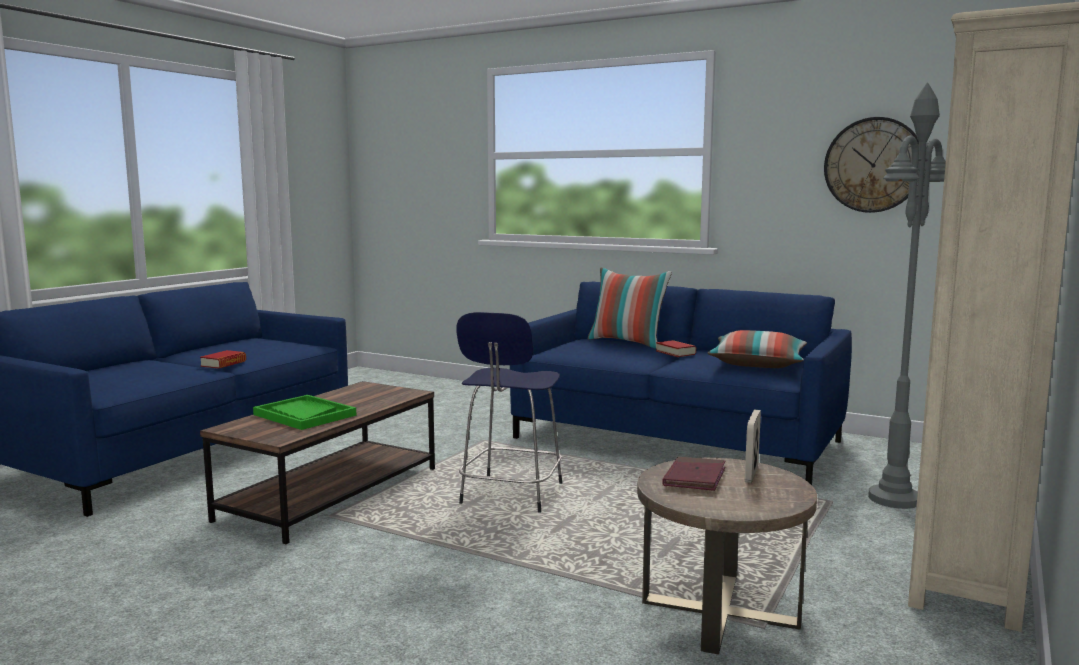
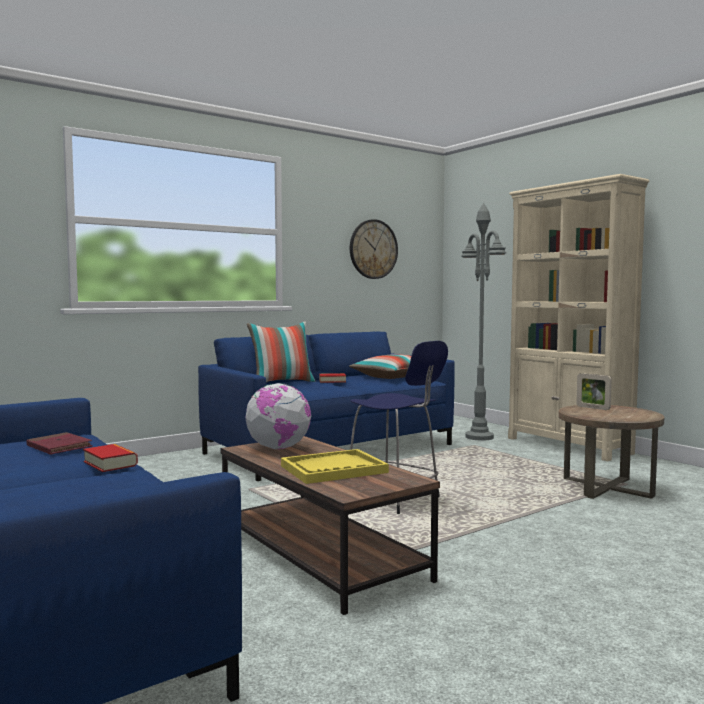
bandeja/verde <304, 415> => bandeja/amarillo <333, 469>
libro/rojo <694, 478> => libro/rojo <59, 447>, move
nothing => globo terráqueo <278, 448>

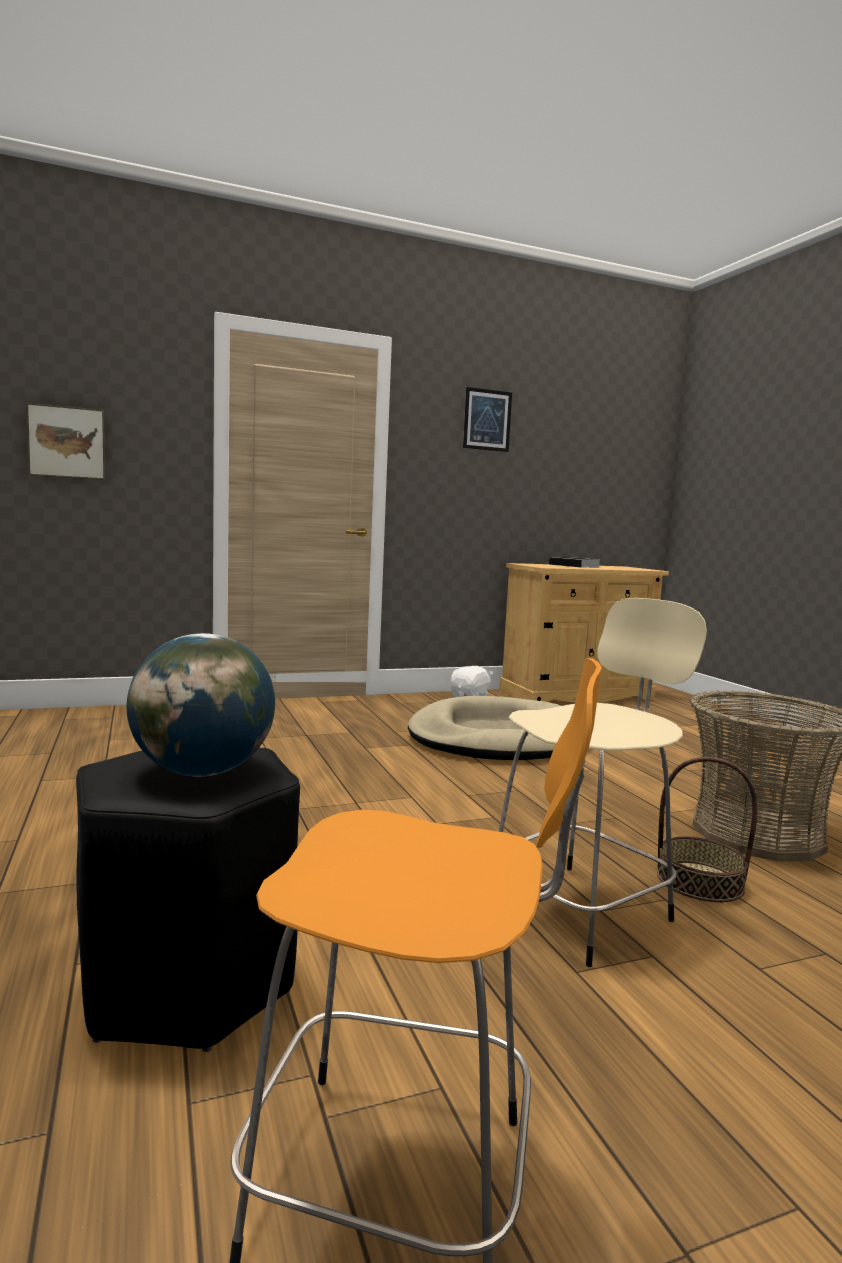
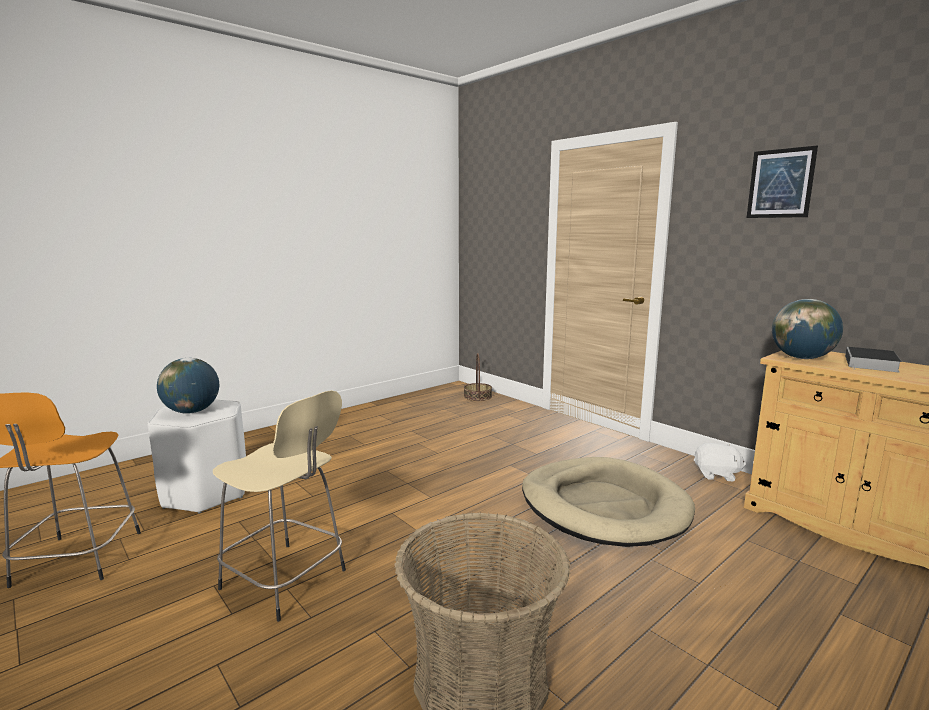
cuadro <67, 442> => nothing
taburete/negro <187, 983> => taburete/blanco <206, 493>
cesta <699, 881> => cesta <477, 396>, move
nothing => globo terráqueo <801, 358>

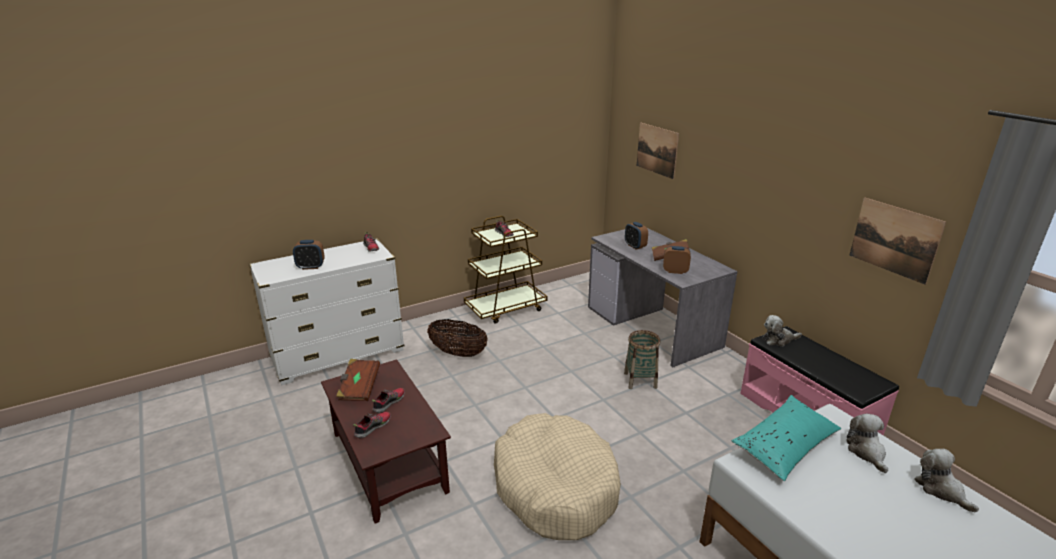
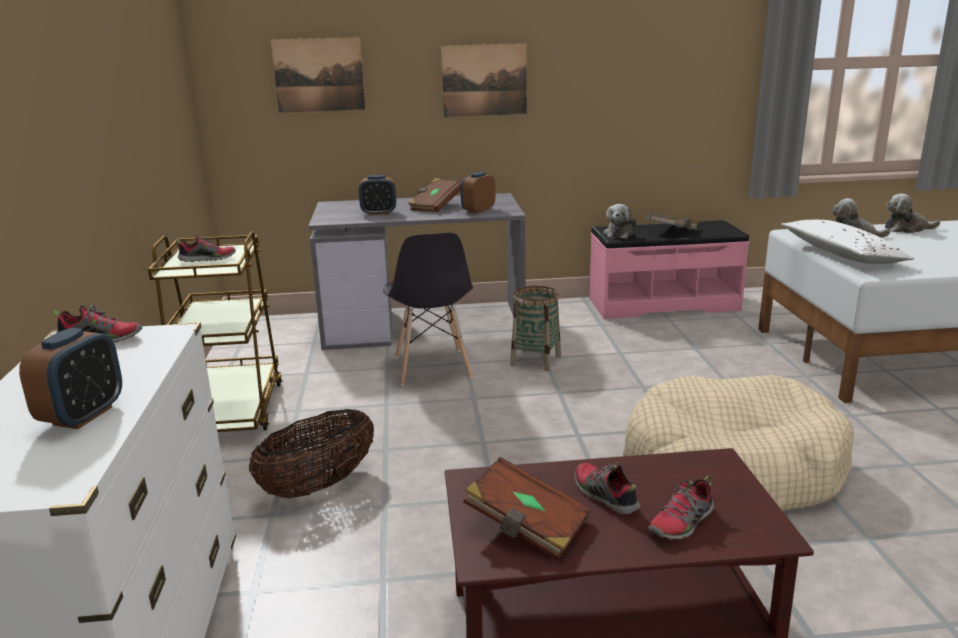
zapato <373, 427> => zapato <682, 523>, 105 degrees counterclockwise
cojín/turquesa <785, 445> => cojín/blanco <841, 255>
cuadro <894, 239> => cuadro <484, 80>, move
nothing => silla/gris <432, 368>
nothing => libro/gris <673, 232>

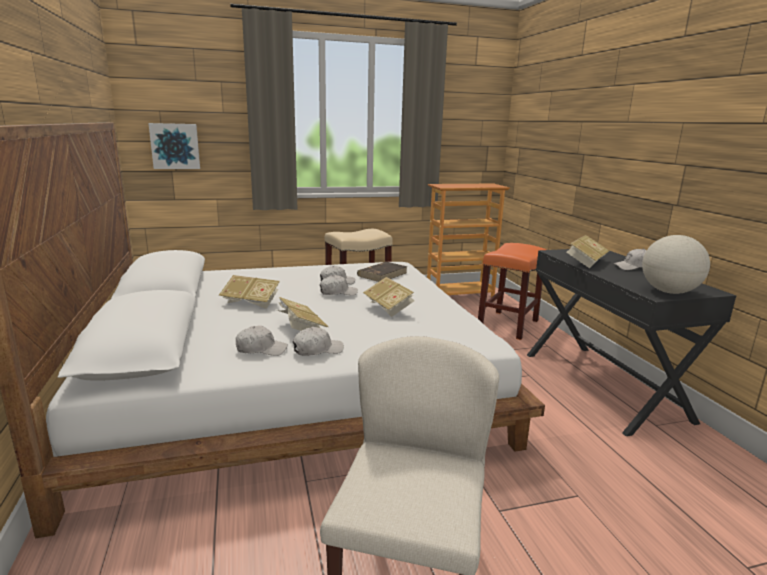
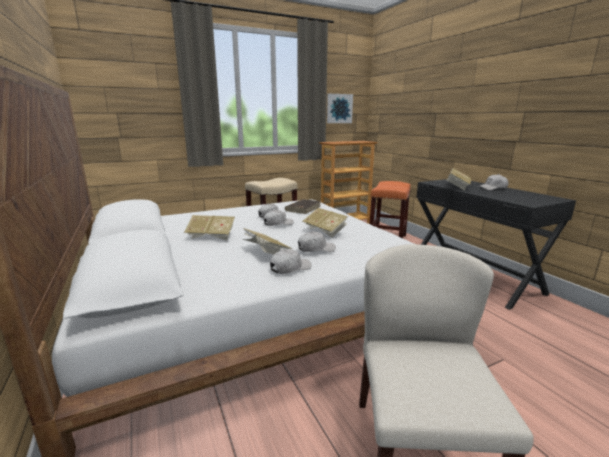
cuadro <175, 146> => cuadro <339, 108>, move
gorra/blanco <261, 349> => gorra/blanco <316, 249>, move
globo terráqueo <669, 292> => nothing

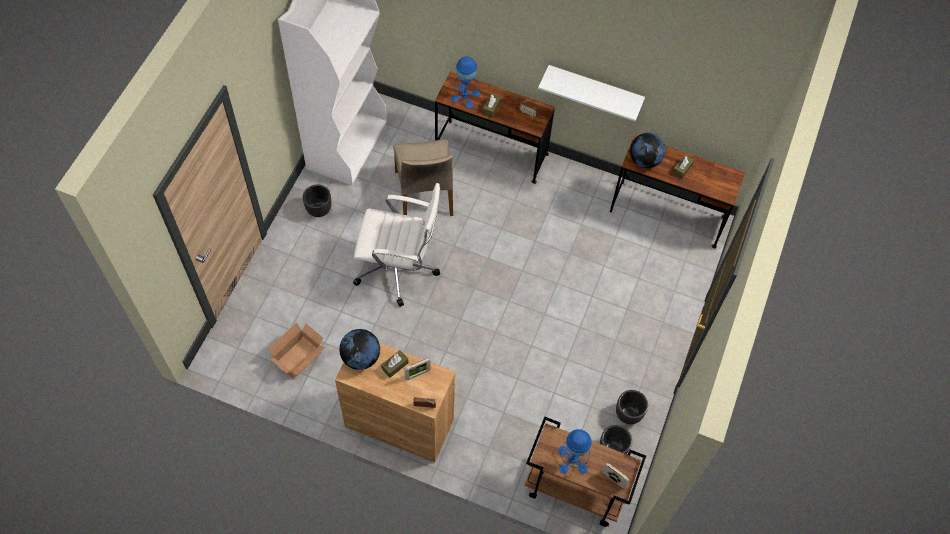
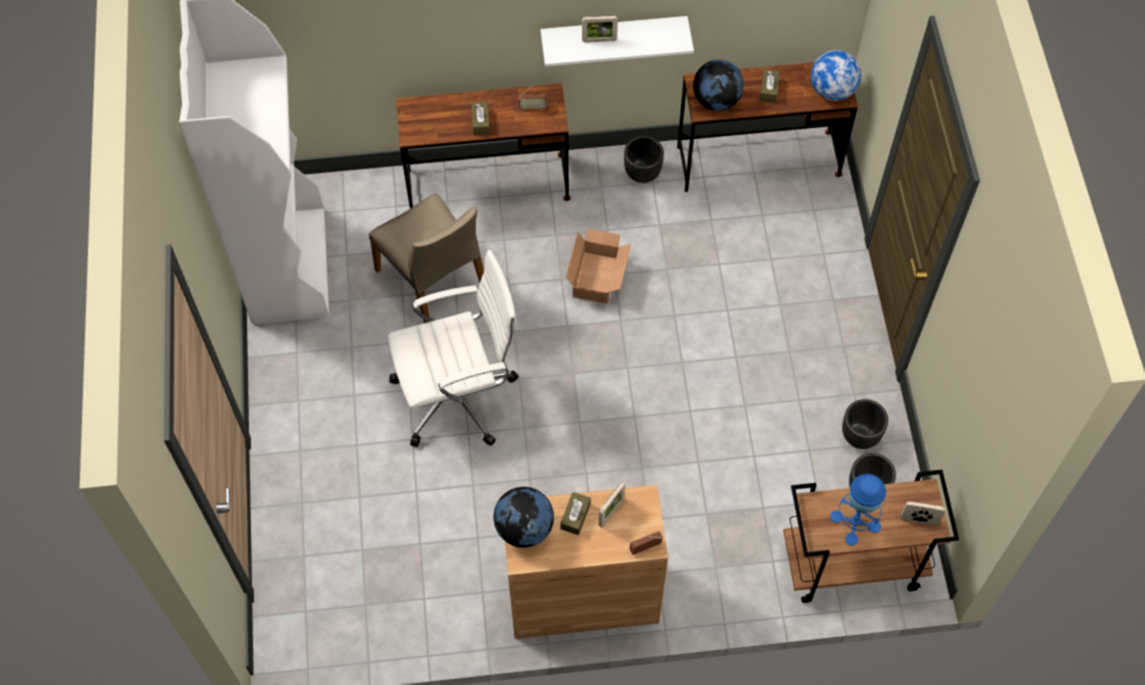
caja de cartón <300, 358> => caja de cartón <598, 277>, move
maceta/negro <318, 210> => maceta/negro <642, 173>, move
lámpara de mesa/azul <465, 96> => nothing
nothing => portarretratos <599, 40>
nothing => globo terráqueo <832, 90>

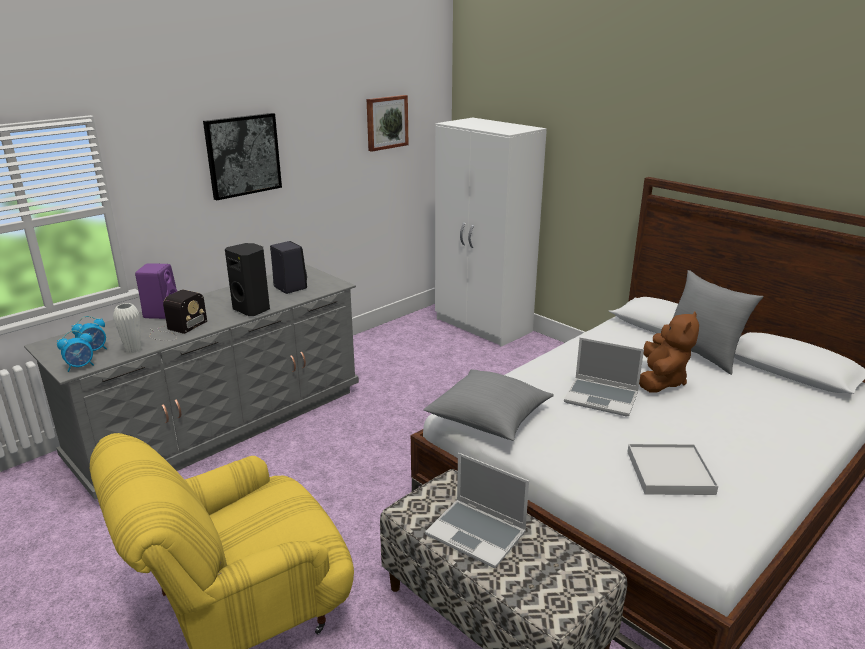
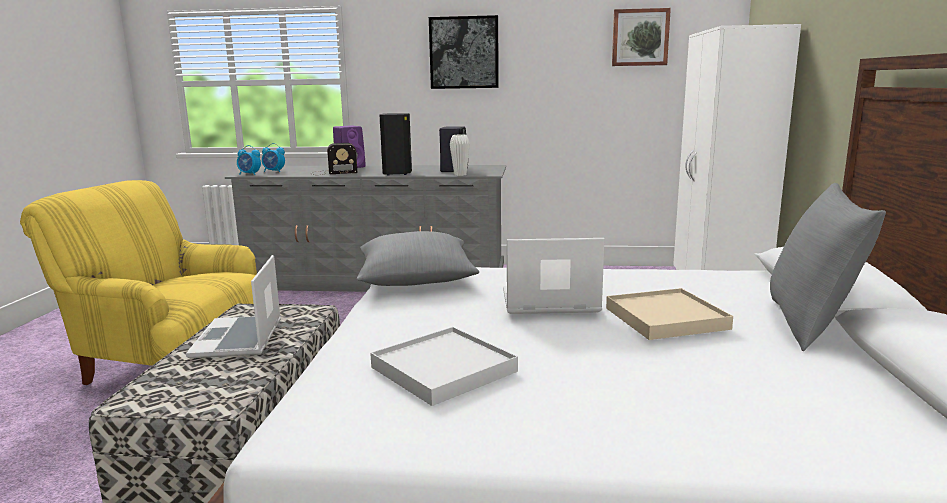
florero/blanco <133, 349> => florero/blanco <460, 174>, move
portátil <602, 398> => portátil <548, 302>, 105 degrees clockwise
peluche/marrón <661, 381> => bandeja/beis <665, 318>

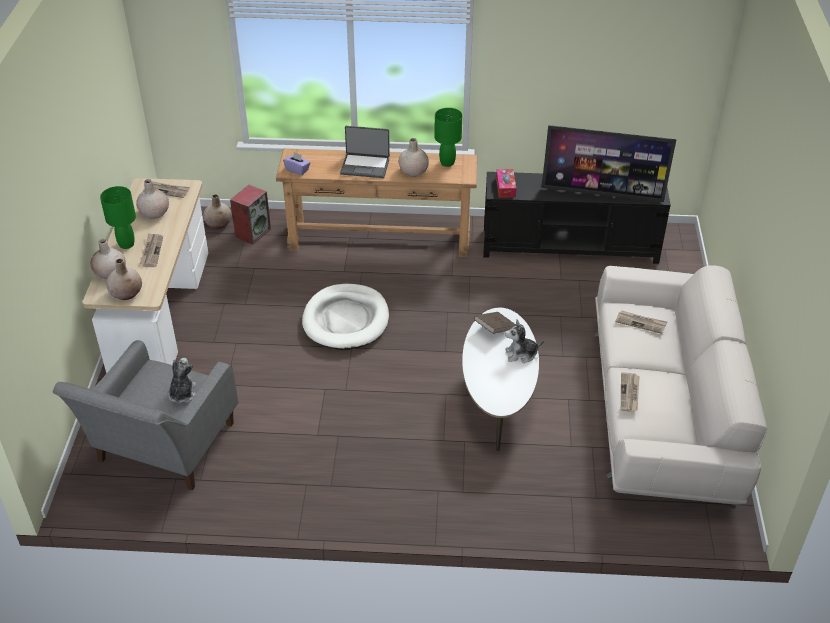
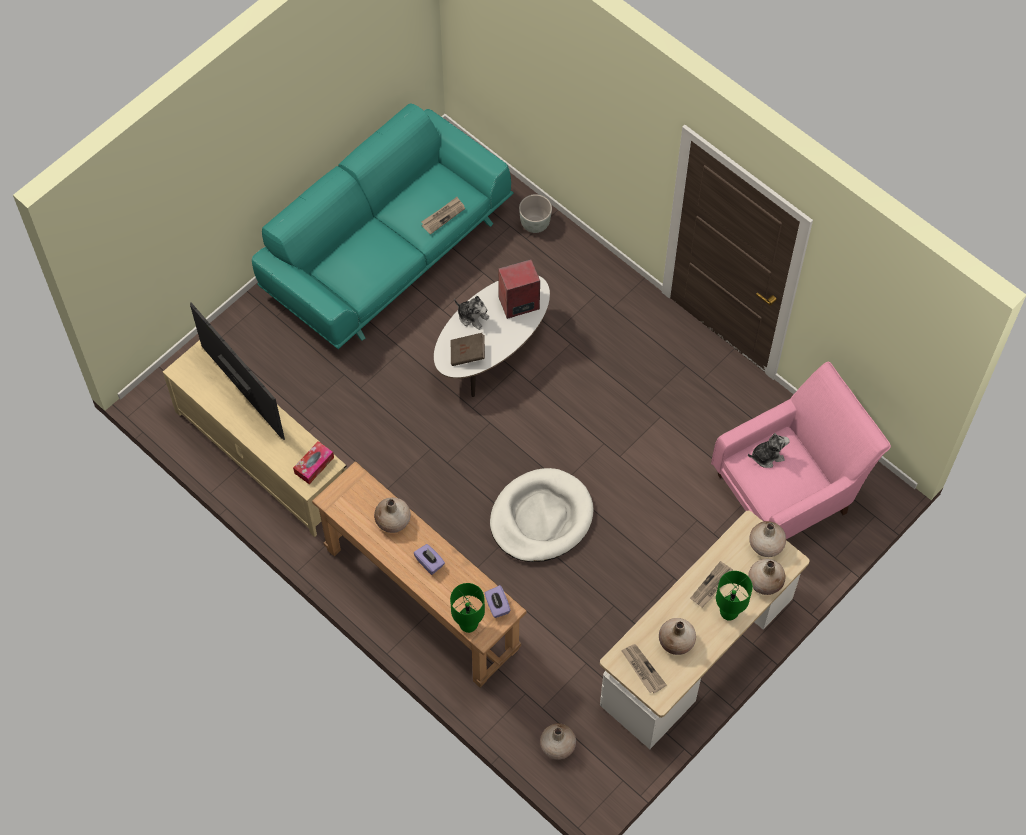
sillón/gris <163, 450> => sillón/rosa <790, 488>
peluche <182, 394> => peluche <767, 456>, 150 degrees counterclockwise
altavoz <253, 232> => altavoz <518, 304>, move
portátil <365, 166> => caja de pañuelos/morado <429, 563>
lámpara de mesa/verde <447, 162> => lámpara de mesa/verde <468, 625>, move
mueble de televisión/negro <570, 246> => mueble de televisión/beis <262, 456>
sofá/blanco <663, 411> => sofá/turquesa <386, 250>
periódico <641, 323> => nothing
nothing => maceta/gris <535, 223>

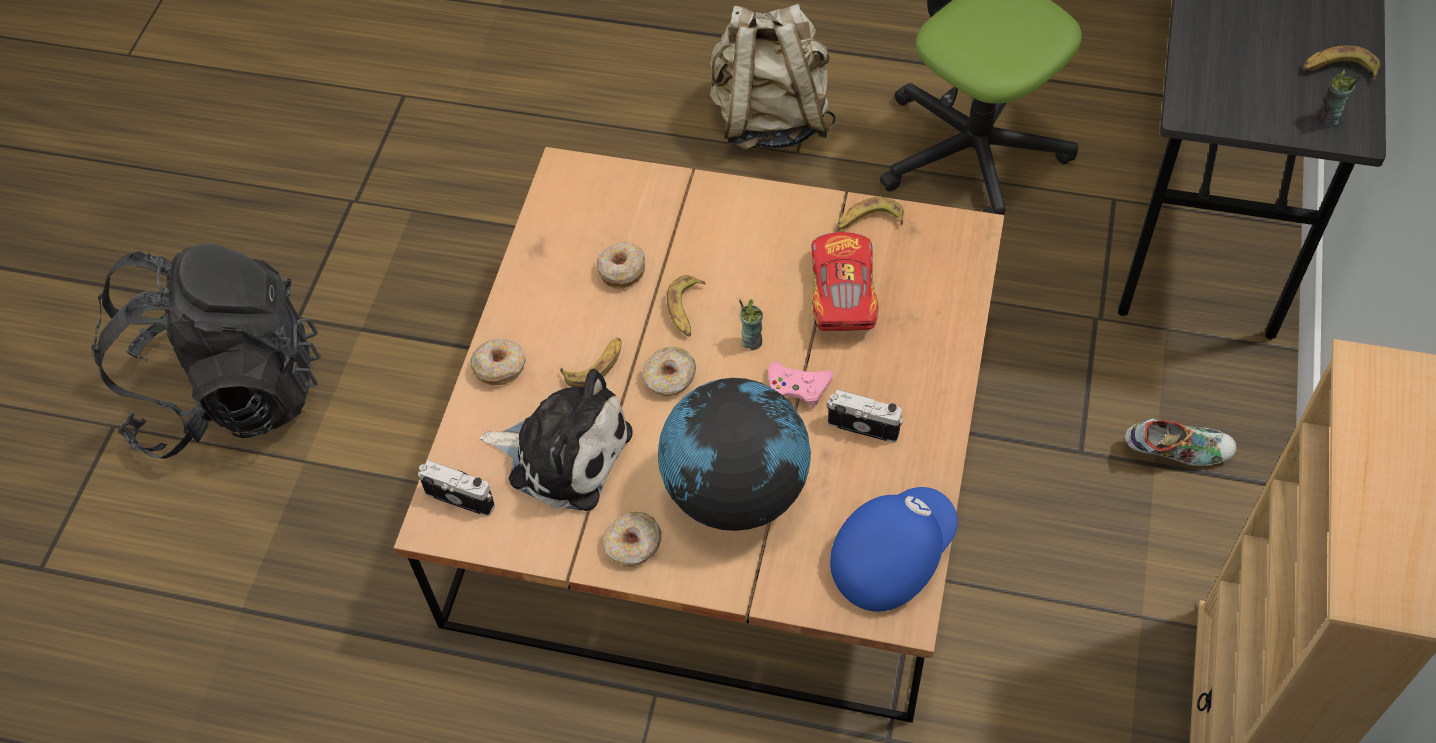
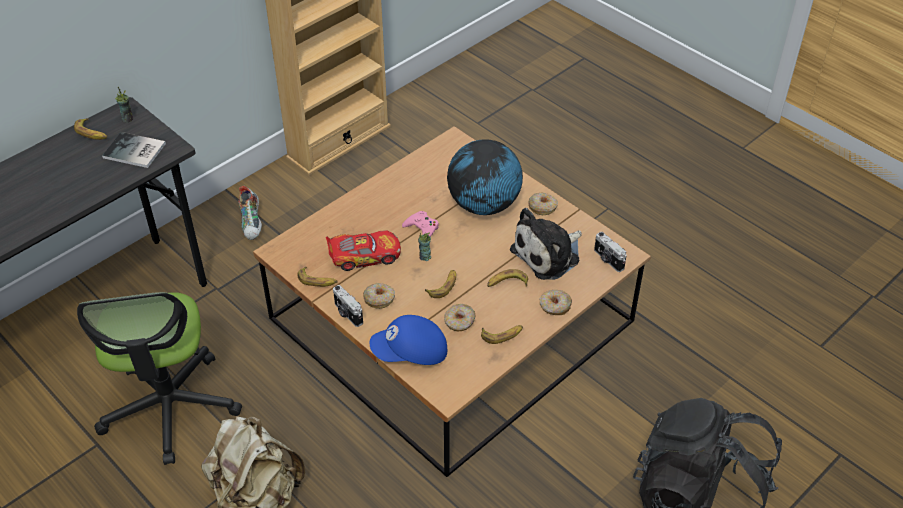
peluche <563, 453> => peluche <549, 254>, 90 degrees counterclockwise
rosquilla <670, 378> => rosquilla <379, 299>, move
coche de juguete <842, 294> => coche de juguete <364, 255>, 135 degrees counterclockwise
cámara <864, 425> => cámara <347, 314>, move
gorra/azul <890, 556> => gorra/azul <411, 353>, move
zapato <1177, 452> => zapato <252, 223>, 135 degrees counterclockwise
nothing => libro <135, 152>
nothing => plátano <502, 335>

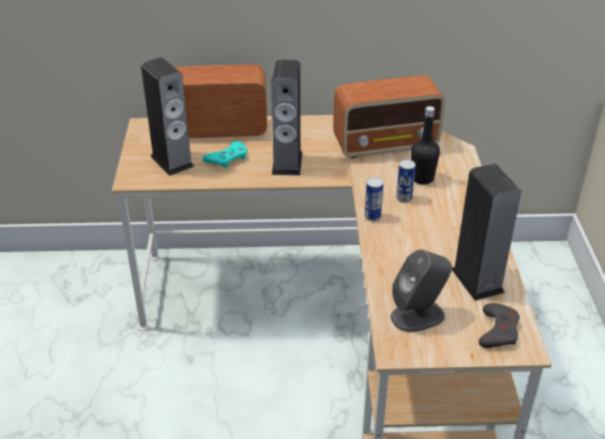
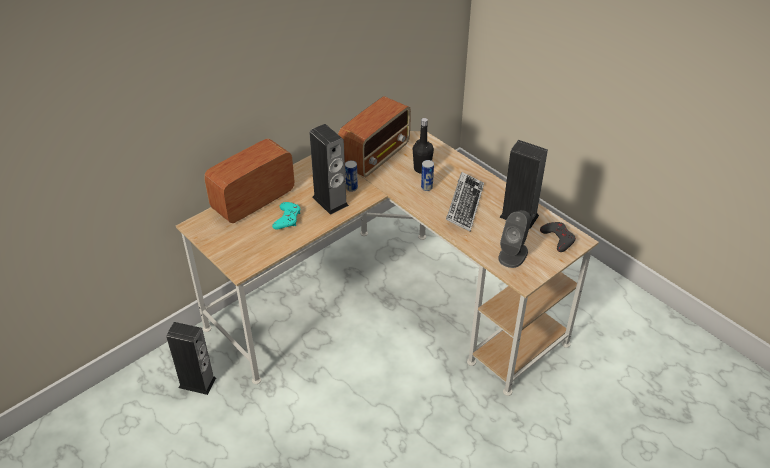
altavoz <172, 161> => altavoz <197, 382>, move
lata <372, 216> => lata <351, 188>, move
nothing => teclado <464, 205>

